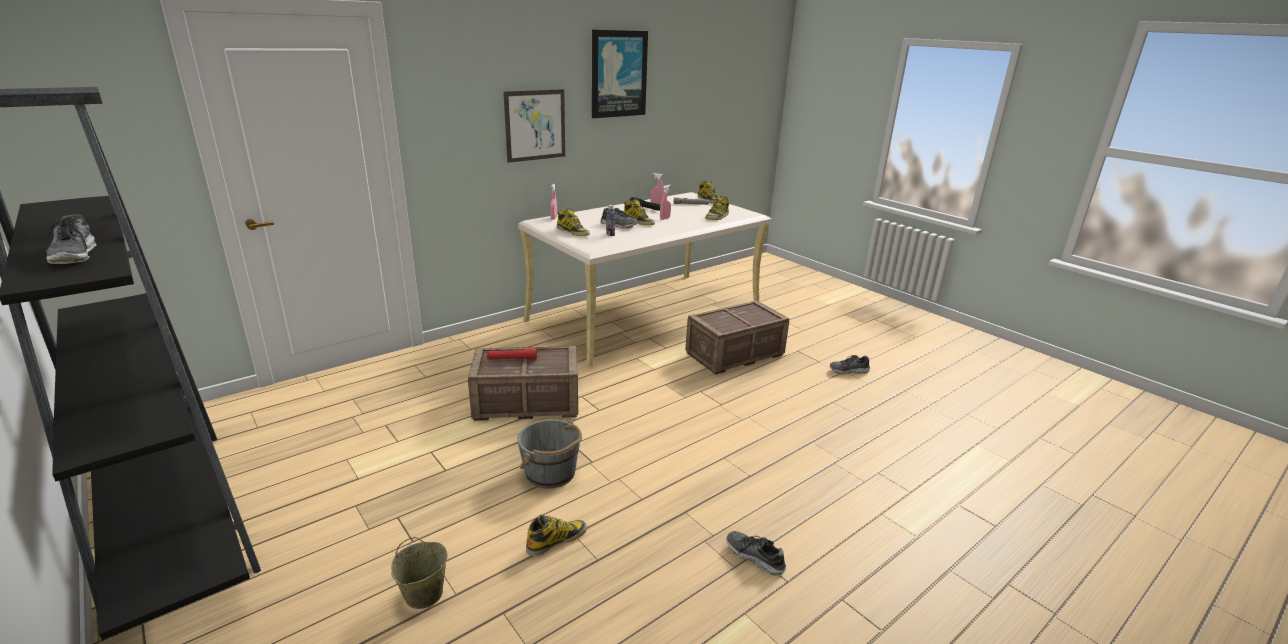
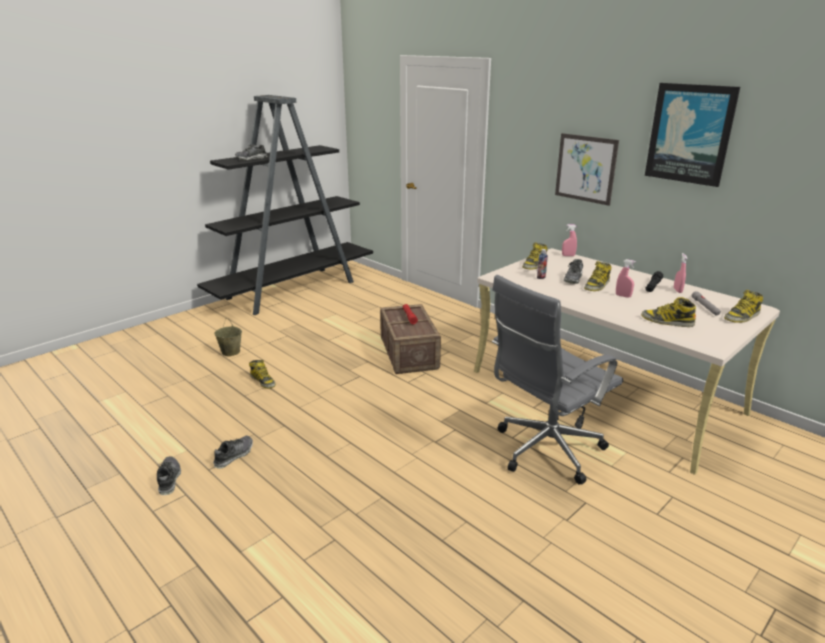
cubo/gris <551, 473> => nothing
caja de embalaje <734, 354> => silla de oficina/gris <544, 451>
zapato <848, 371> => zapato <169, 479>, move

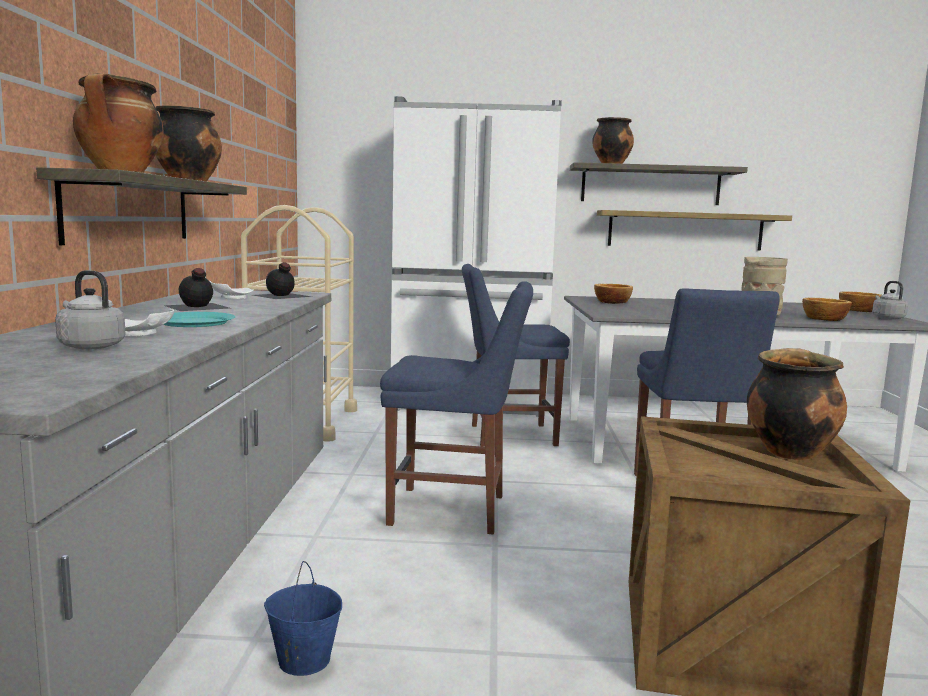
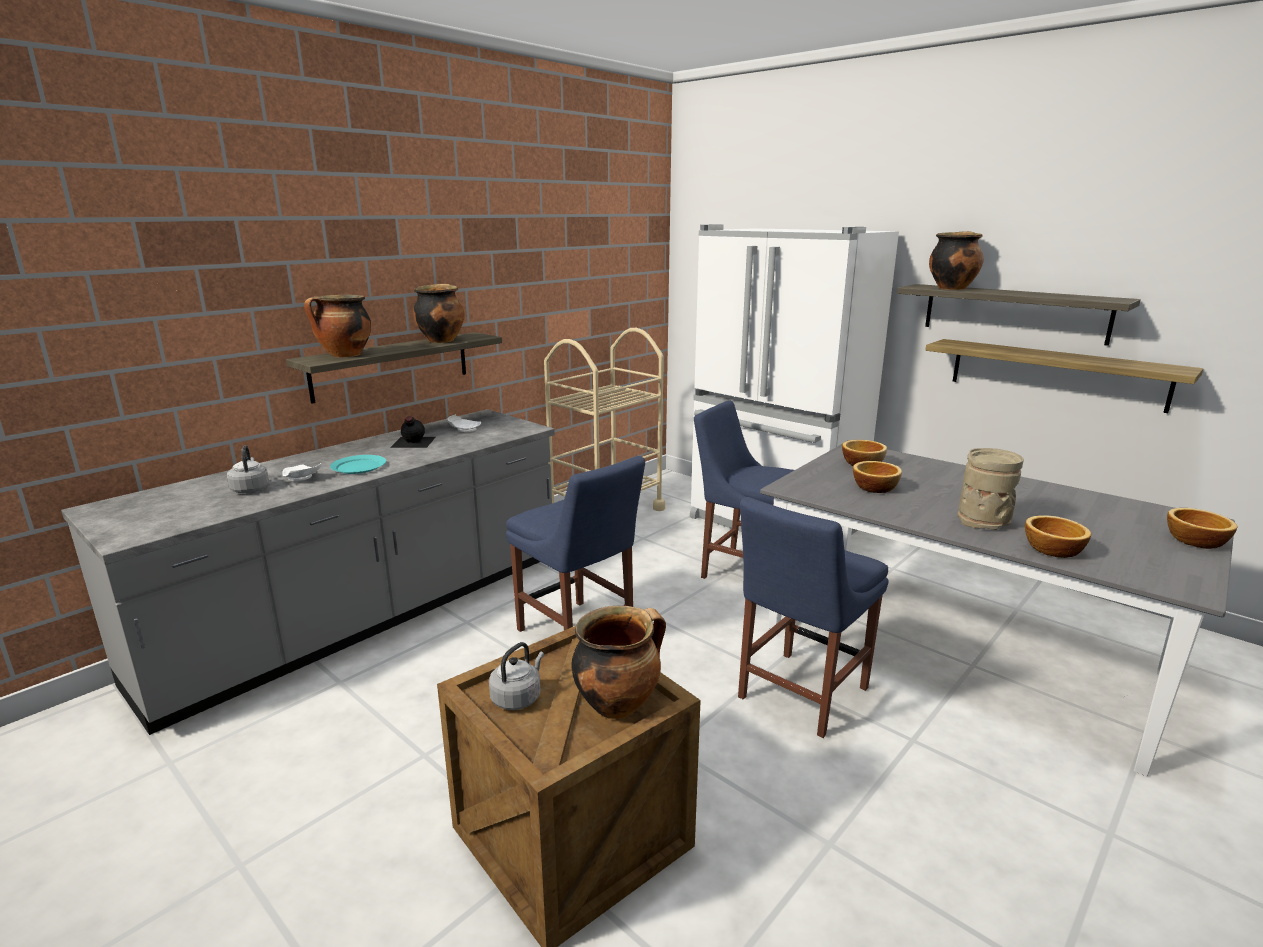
botella/negro <281, 295> => nothing
cubo/azul <303, 660> => nothing
hervidor/gris <887, 318> => hervidor/gris <518, 697>, move
nothing => cuenco <874, 487>

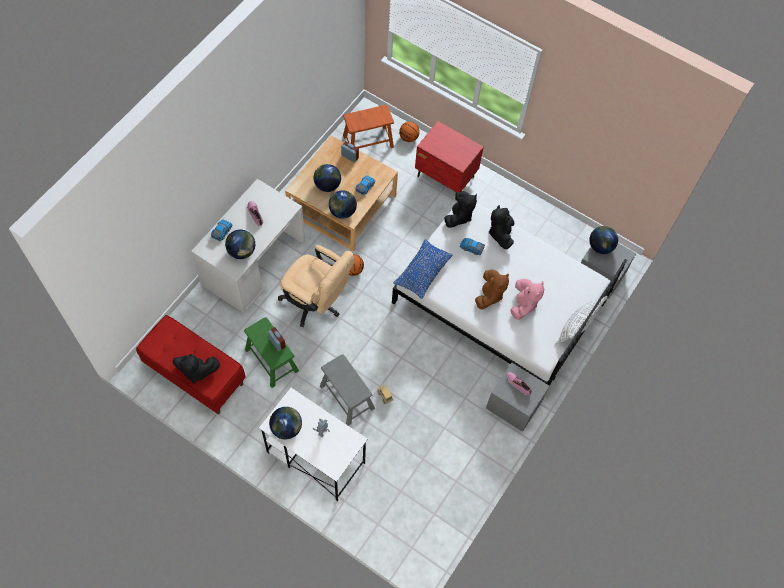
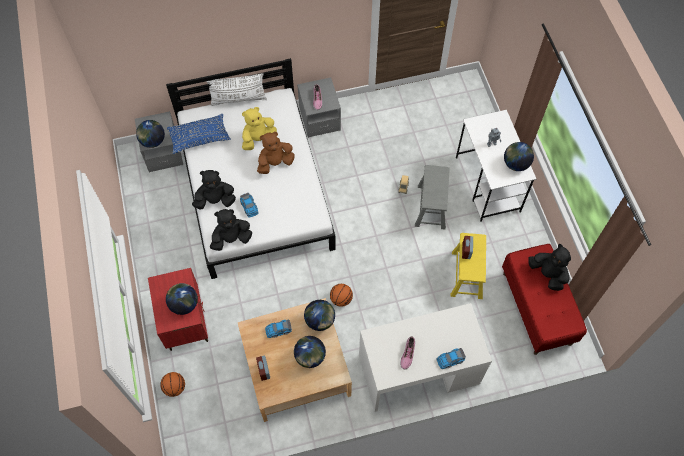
globo terráqueo <242, 251> => globo terráqueo <184, 304>, move
taburete/verde <271, 360> => taburete/amarillo <467, 275>
silla de oficina/beis <316, 303> => nothing
taburete/marrón <368, 141> => nothing
cojín/azul <422, 272> => cojín/azul <199, 137>, move
peluche/negro <501, 234> => peluche/negro <215, 200>, 150 degrees counterclockwise
peluche/rosa <523, 304> => peluche/amarillo <258, 139>

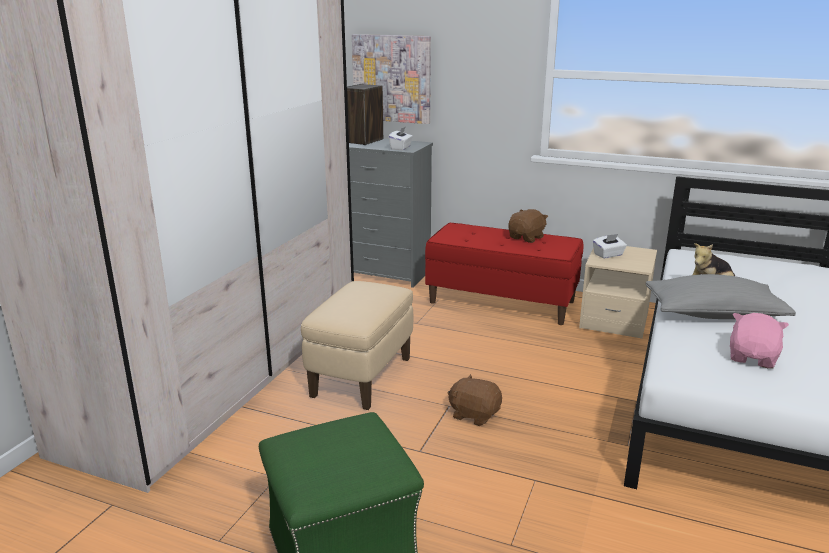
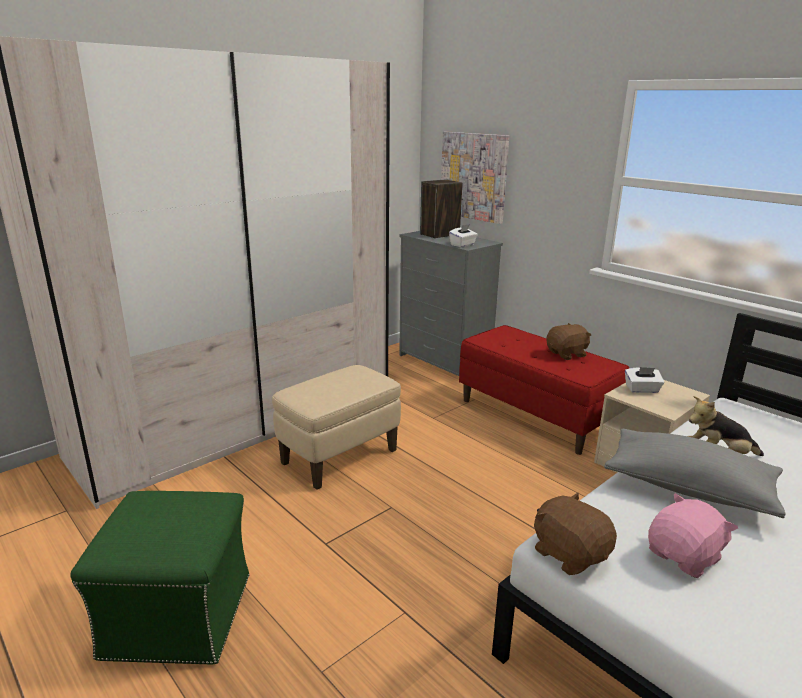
peluche/marrón <474, 414> => peluche/marrón <569, 553>, move

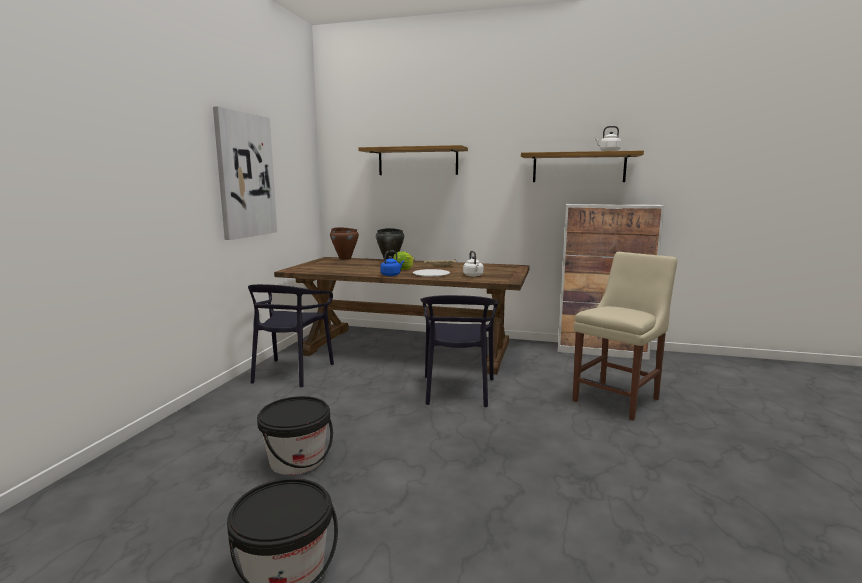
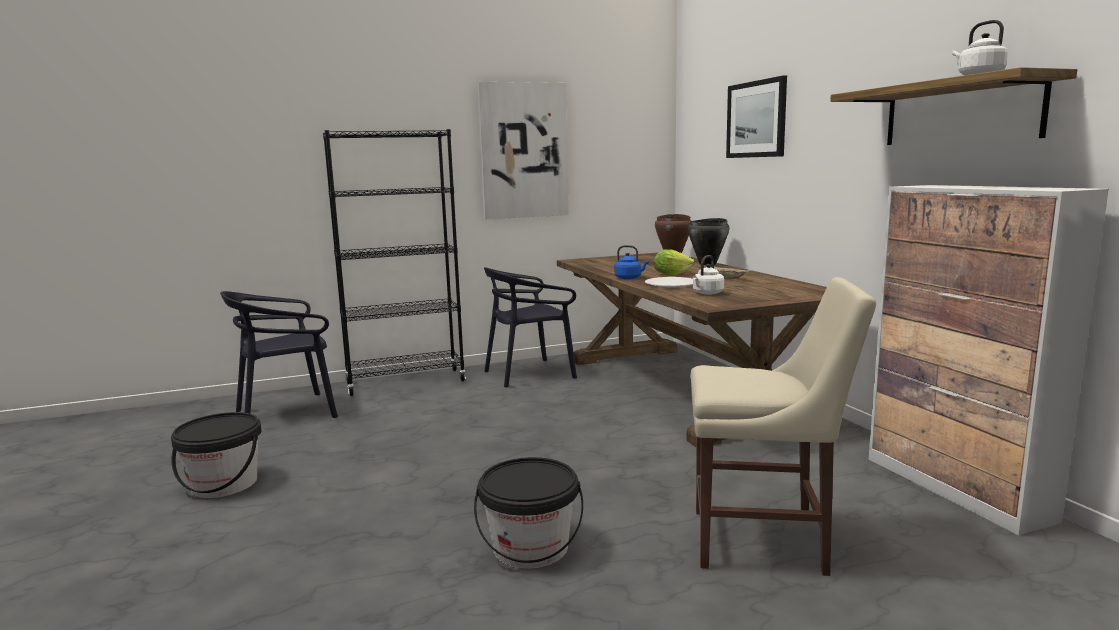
cubo/negro <297, 460> => cubo/negro <530, 548>, move
estante <418, 161> => cuadro <756, 119>
silla/negro <457, 390> => silla/negro <287, 413>, move
nothing => estantería/negro <406, 382>

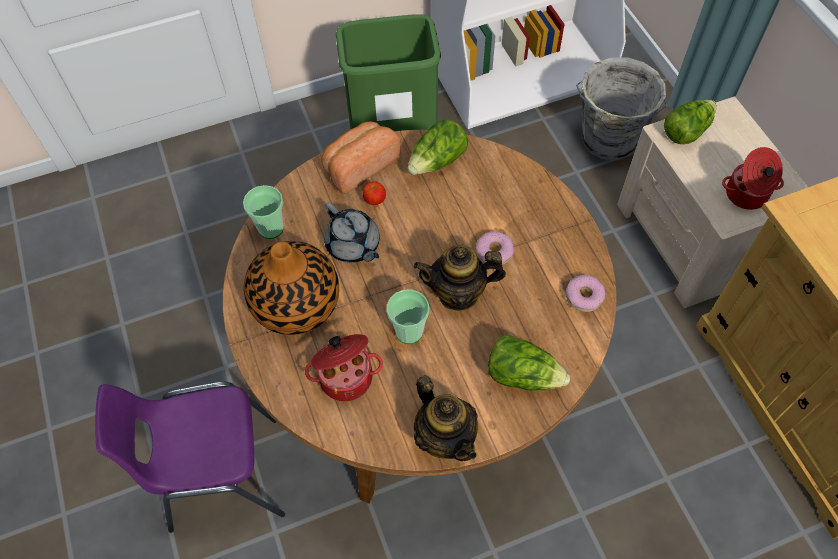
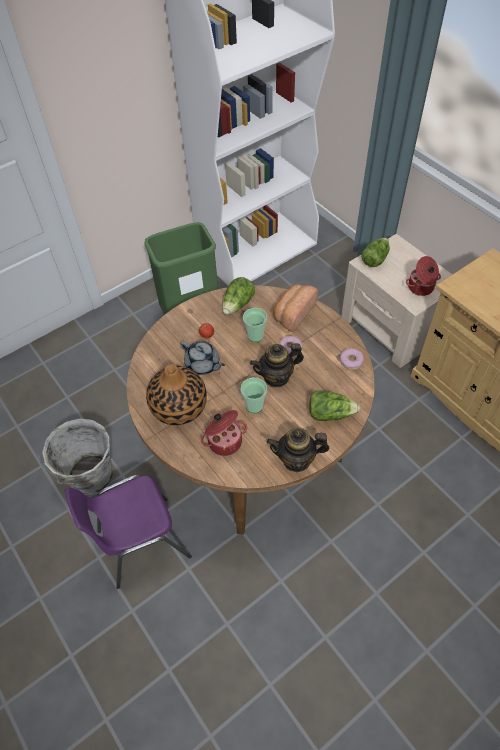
taza <271, 228> => taza <255, 336>, move
pan <359, 166> => pan <293, 313>, move
tetera <445, 437> => tetera <296, 460>, 135 degrees clockwise
cubo/gris <608, 142> => cubo/gris <90, 478>, move

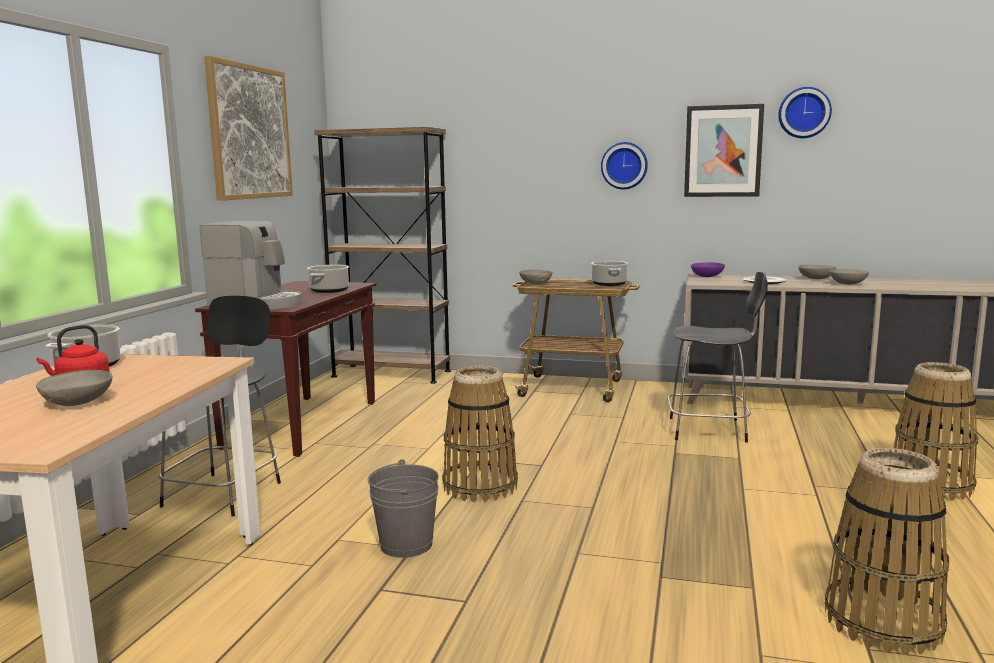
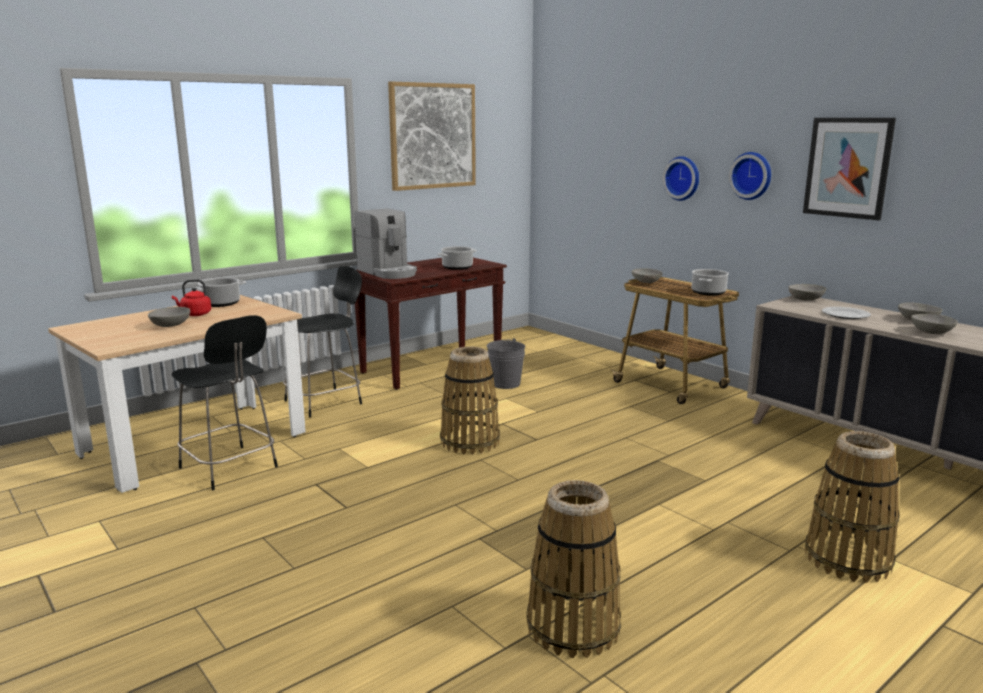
estantería/marrón <391, 374> => nothing
cubo/gris <406, 544> => cubo/gris <505, 384>, move
taburete/negro <710, 430> => taburete/negro <230, 468>, move
cuenco/morado <707, 276> => cuenco/gris <806, 300>
reloj de pared <804, 113> => reloj de pared <683, 178>, move

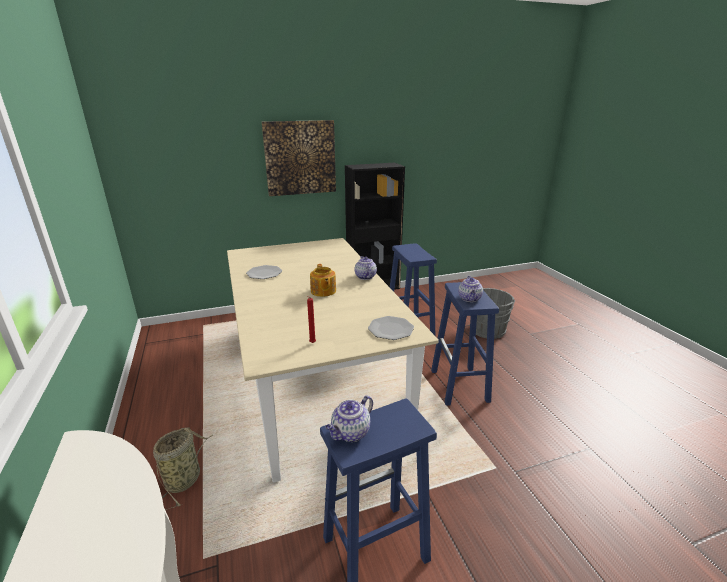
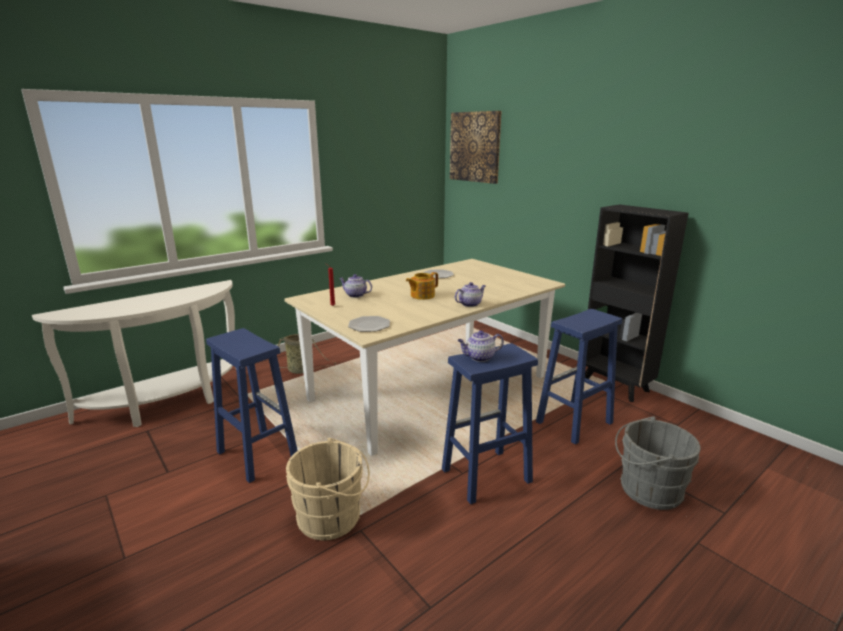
cuadro <300, 158> => cuadro <475, 147>, move
tetera <350, 433> => tetera <355, 295>, move
nothing => cubo/beis <333, 517>

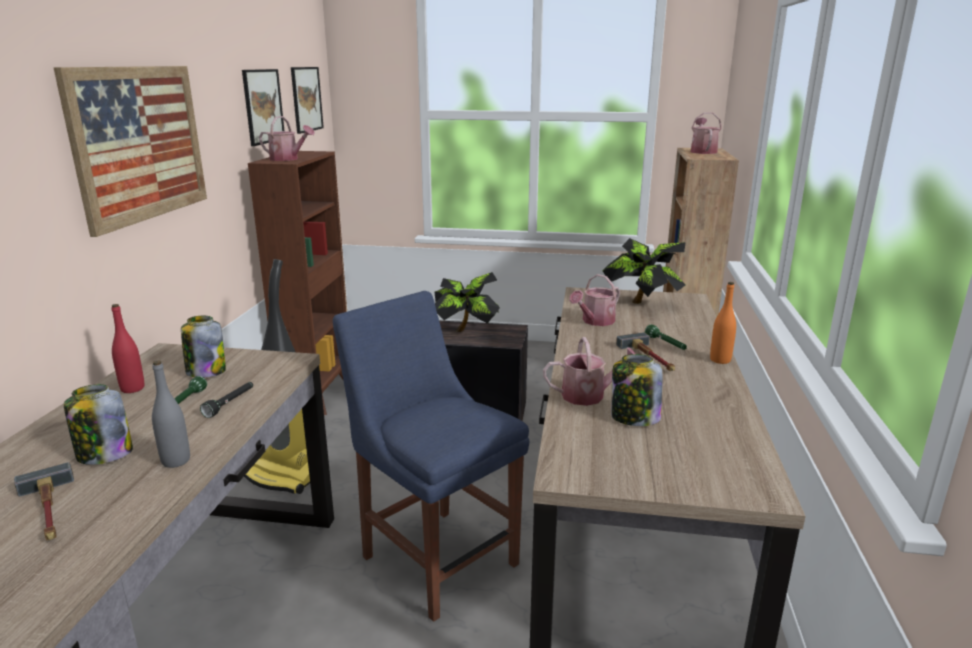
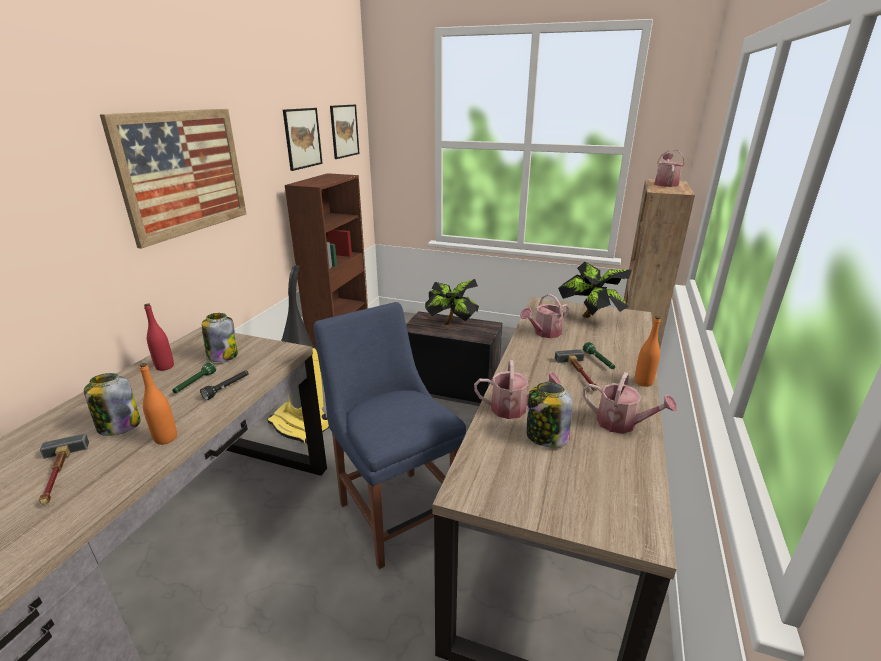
botella/gris <176, 461> => botella/naranja <166, 438>
regadera <287, 159> => regadera <622, 424>, move

